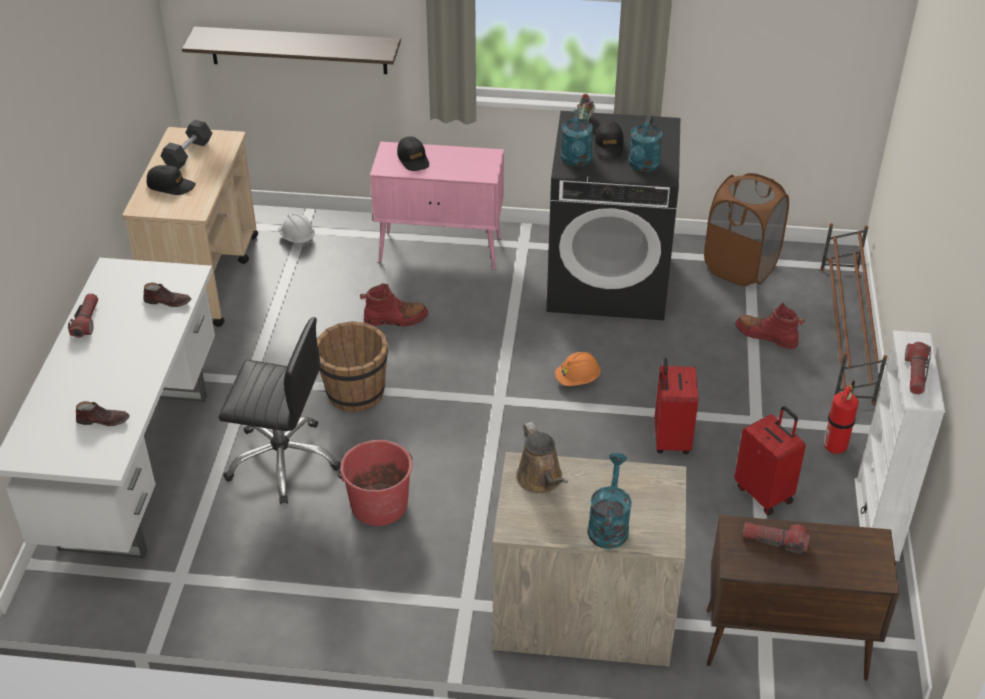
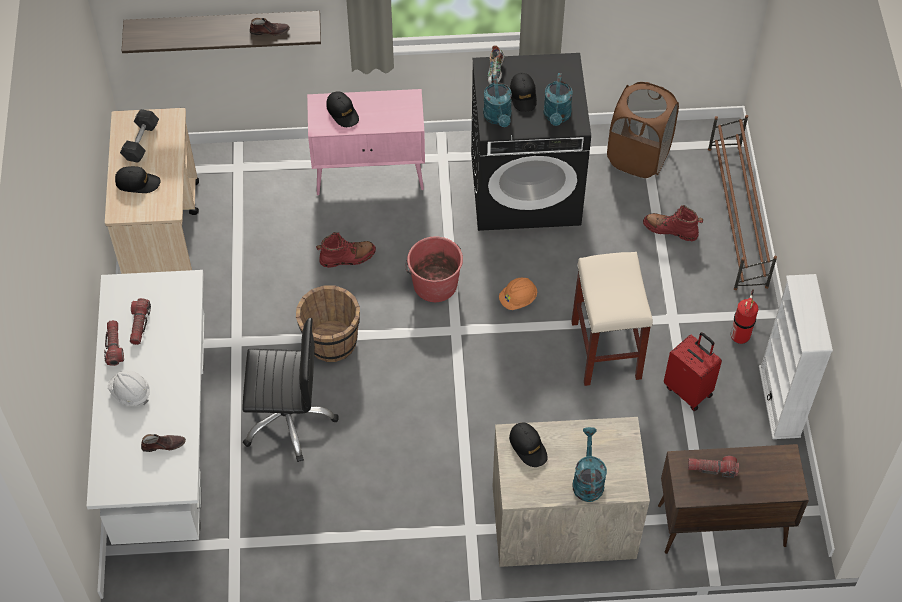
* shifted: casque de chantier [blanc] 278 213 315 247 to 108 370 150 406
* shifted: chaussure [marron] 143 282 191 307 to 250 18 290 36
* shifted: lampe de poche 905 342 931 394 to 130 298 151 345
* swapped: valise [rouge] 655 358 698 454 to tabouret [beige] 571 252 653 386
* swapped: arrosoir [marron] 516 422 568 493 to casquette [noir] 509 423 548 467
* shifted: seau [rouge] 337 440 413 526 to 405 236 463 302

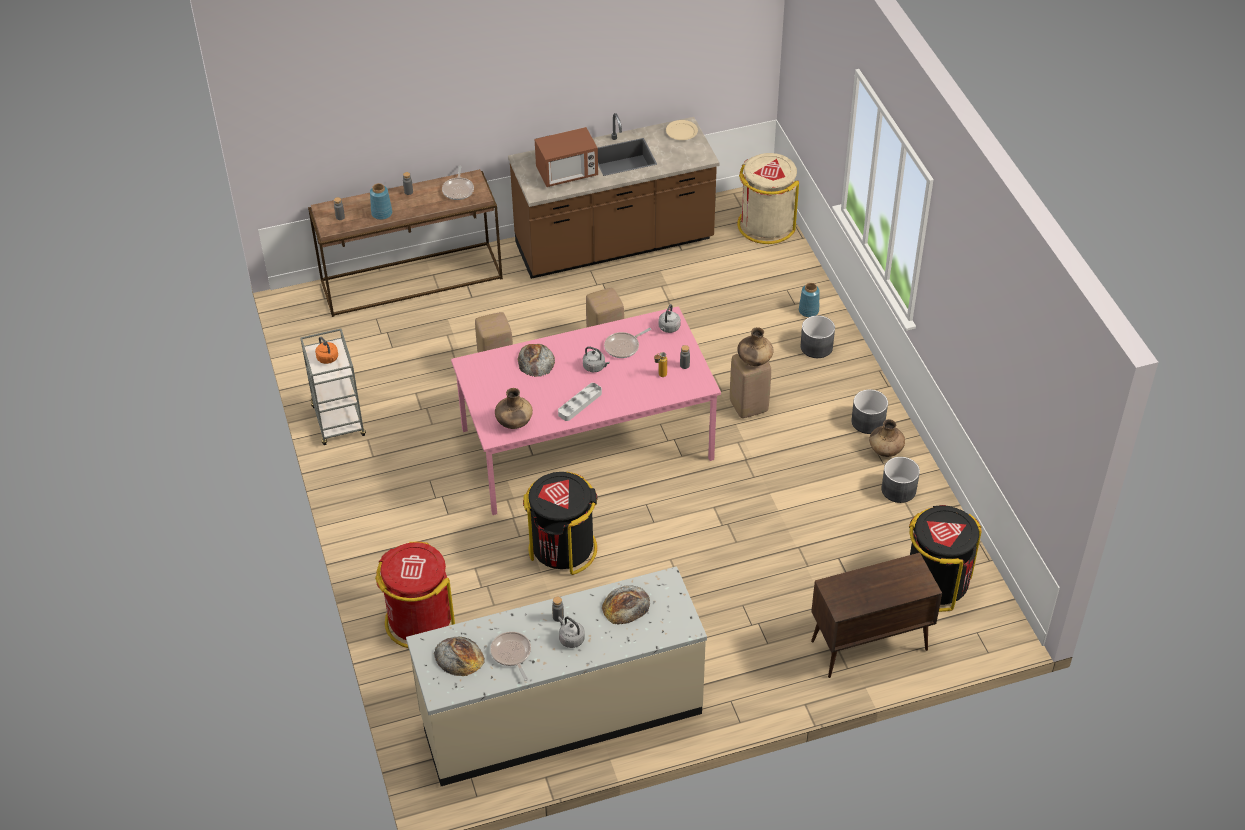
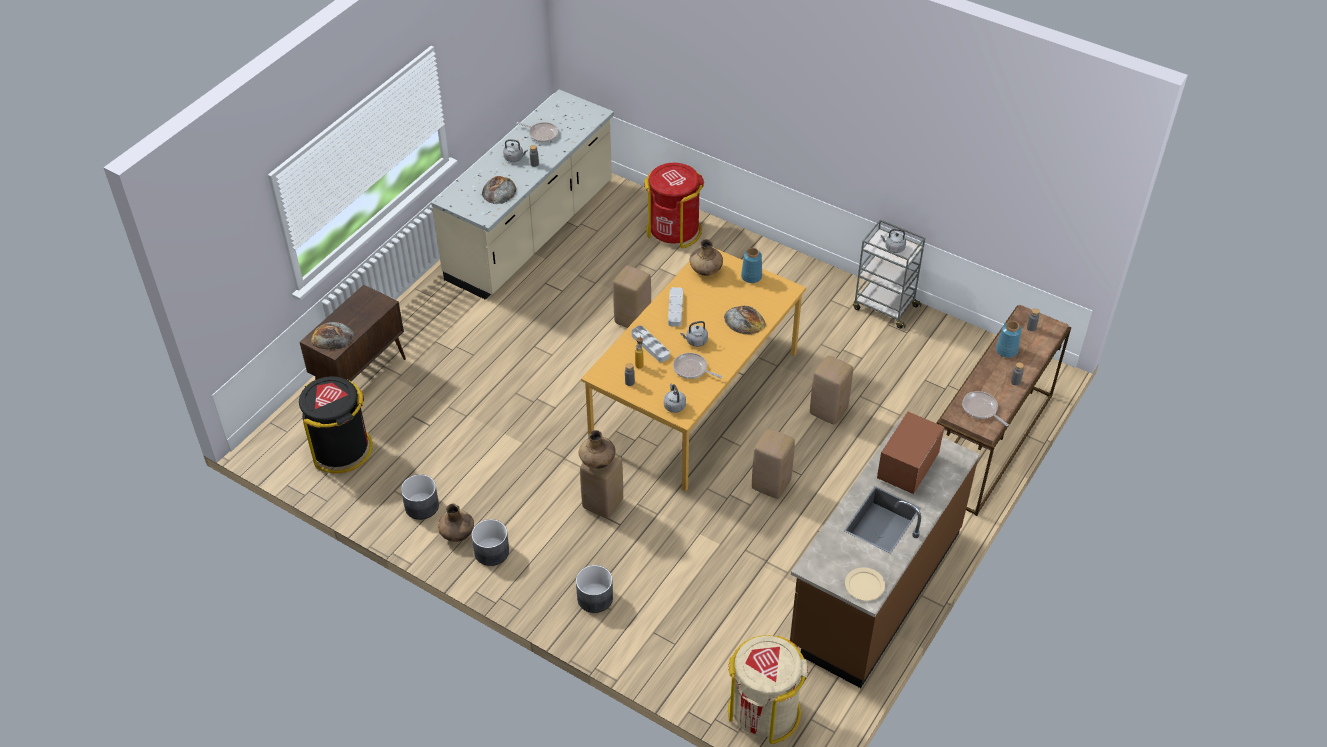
* shifted: vase [bleu] 799 283 820 317 to 741 248 762 283
* repainted: table à manger [rose] 451 306 721 515 to table à manger [orange] 581 247 806 492
* rotated: poêle 604 328 651 358 = 673 353 722 379 75 degrees counterclockwise
* repainted: bouilloire [orange] 315 337 338 364 to bouilloire [gris] 881 229 906 253
* swapped: poubelle [noir] 523 472 597 575 to tabouret [beige] 613 266 651 328
* shifted: pain 434 637 485 676 to 311 322 355 350
* new: plateau [gris] 631 326 670 362

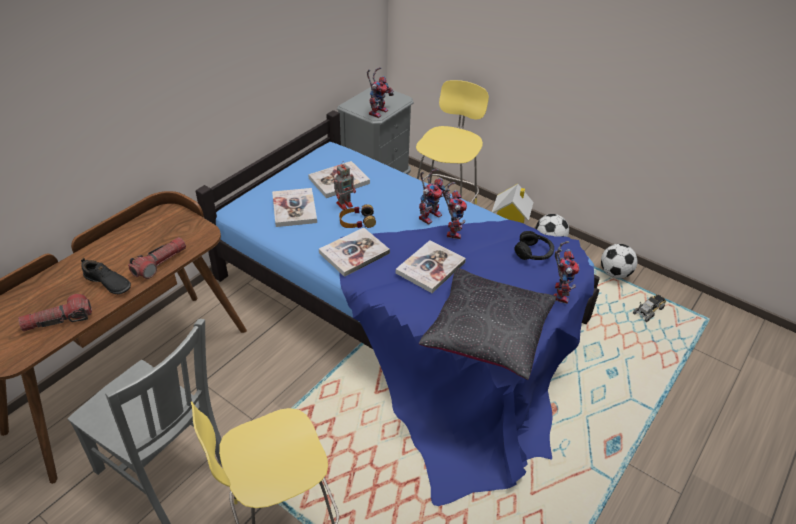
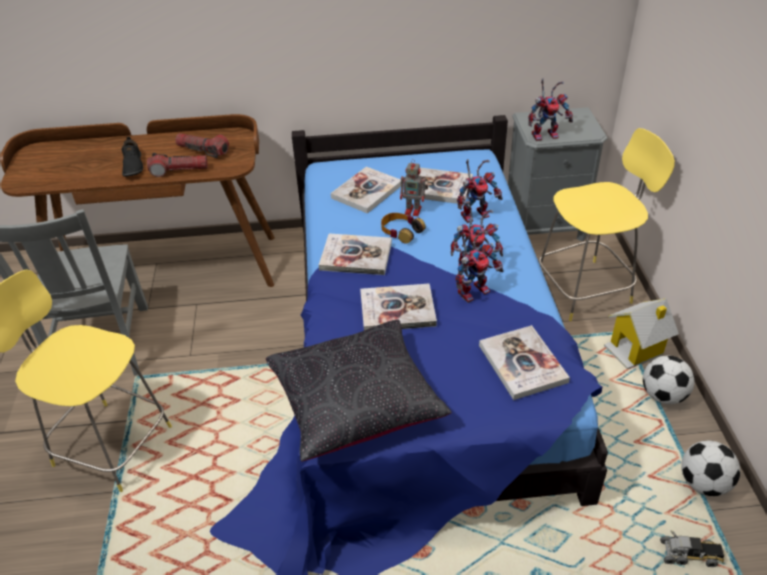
* swapped: casque audio [noir] 514 231 554 260 to livre 479 325 570 400
* shifted: robot jouet 554 241 580 304 to 457 159 503 223
* shifted: lampe de poche 18 294 92 331 to 175 133 229 158

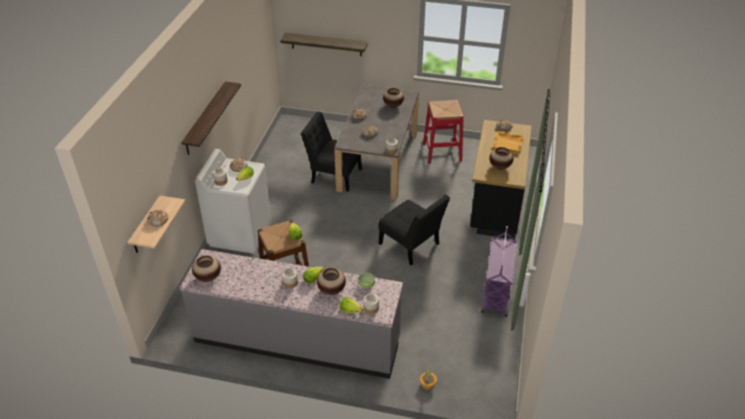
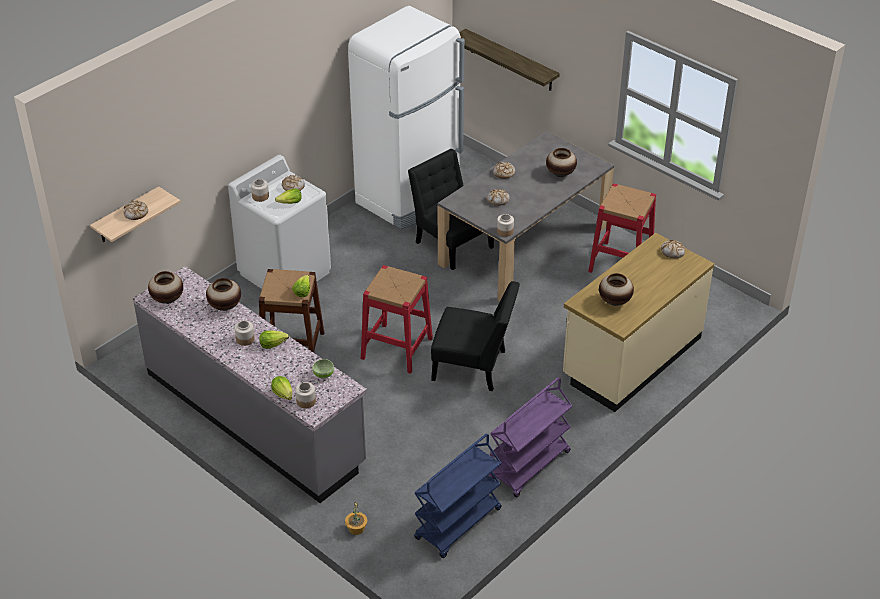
* gone: étagère 181 82 241 155
* repainted: comptoir de cuisine [noir] 470 120 532 239 to comptoir de cuisine [beige] 563 233 714 412
* gone: plateau [beige] 492 131 524 154
* rotated: chaise [noir] 378 195 450 266 = 431 281 520 391 60 degrees counterclockwise
* shifted: vase 317 268 346 295 to 206 278 241 311
* new: réfrigérateur [blanc] 348 6 465 229
* new: tabouret [rouge] 361 265 433 374
* new: chariot [bleu] 414 434 502 558

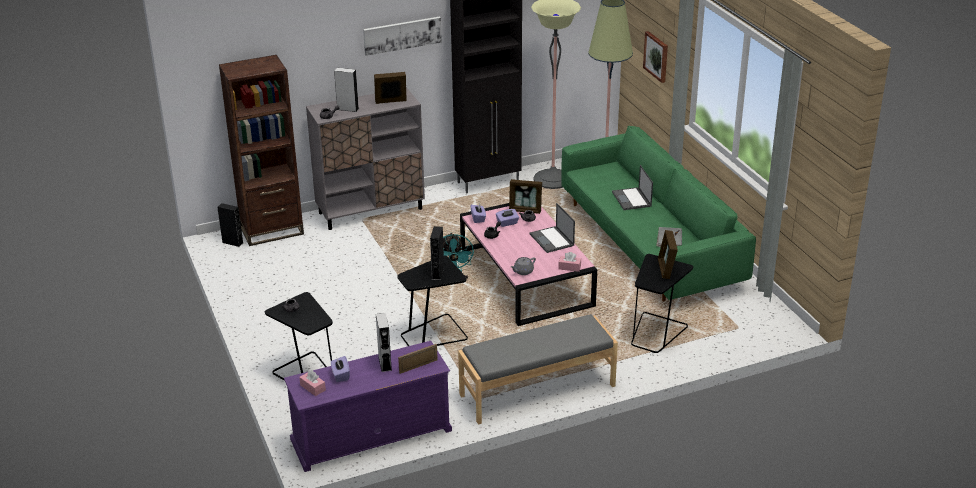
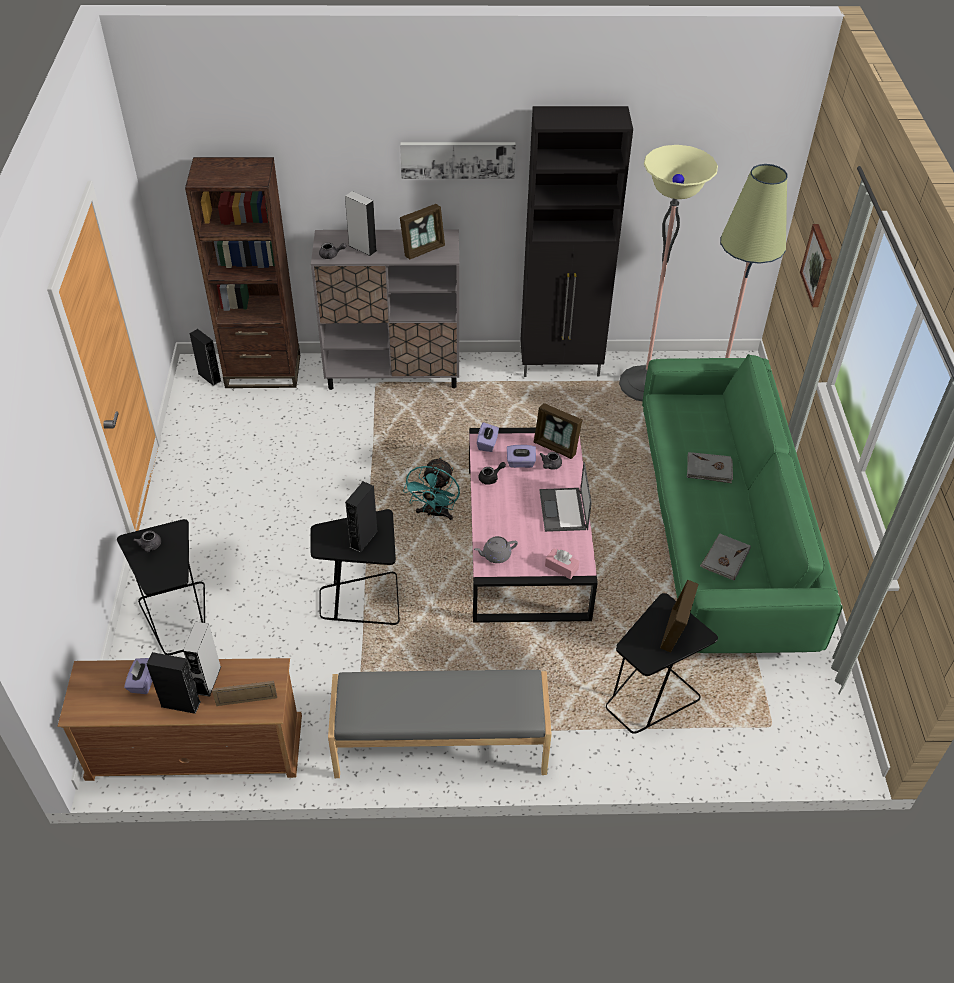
* rotated: cadre photo 374 72 407 104 = 400 204 445 259 135 degrees clockwise
* swapped: ordinateur portable 612 165 653 210 to livre [gris] 687 452 733 483
* repainted: meuble télé [violet] 284 341 452 472 to meuble télé [marron] 57 658 302 781
* gone: boîte à mouchoirs [rose] 299 370 326 396
* new: enceinte [noir] 147 652 201 714

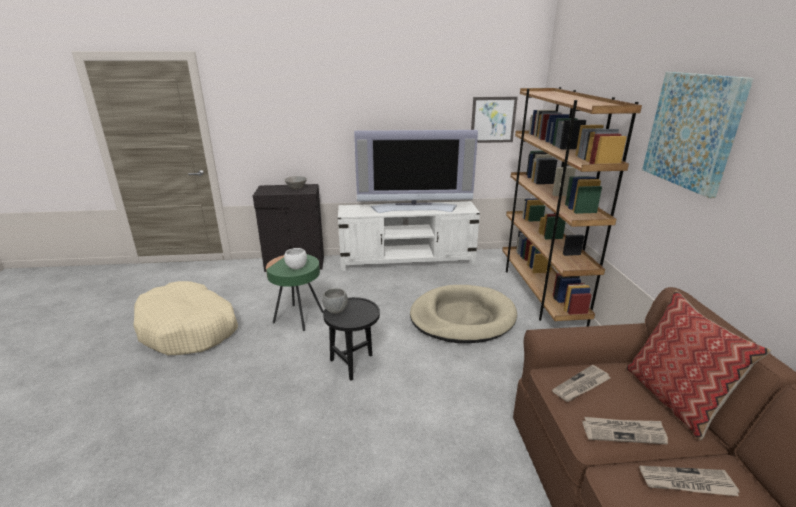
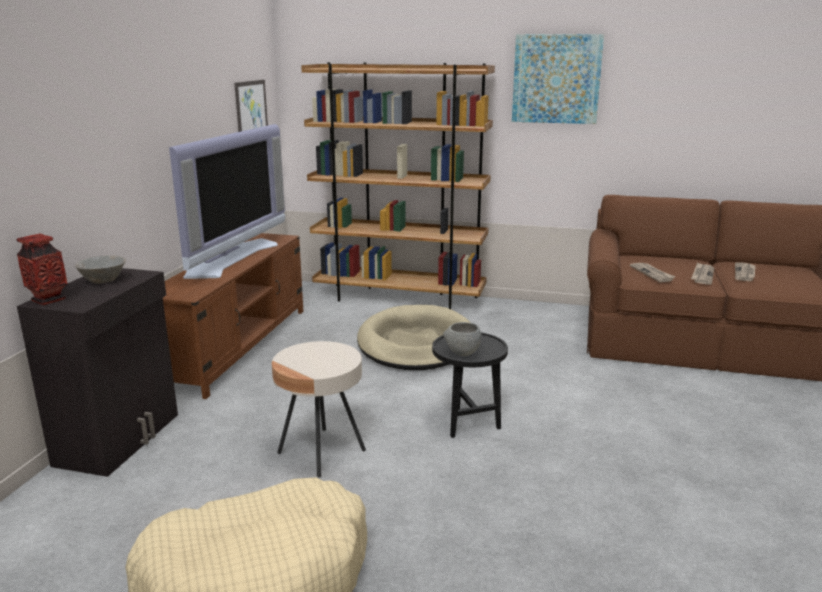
* repainted: meuble télé [blanc] 338 201 480 271 to meuble télé [marron] 163 233 303 399
* gone: bol [blanc] 284 248 307 270
* repainted: table d'appoint [vert] 266 254 324 331 to table d'appoint [beige] 272 341 366 477
* gone: coussin 626 290 772 440
* new: vase 17 234 68 305

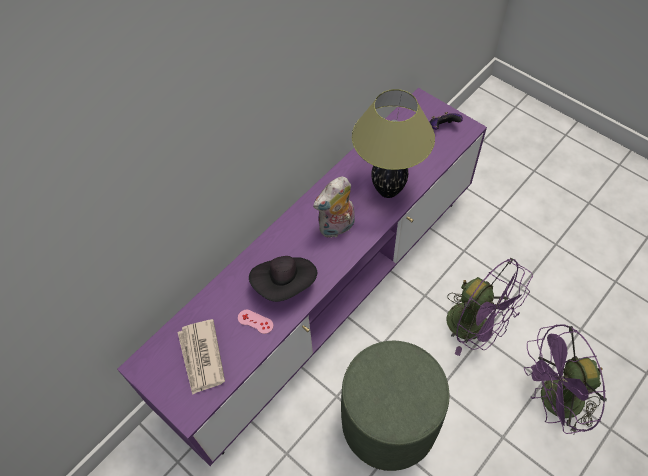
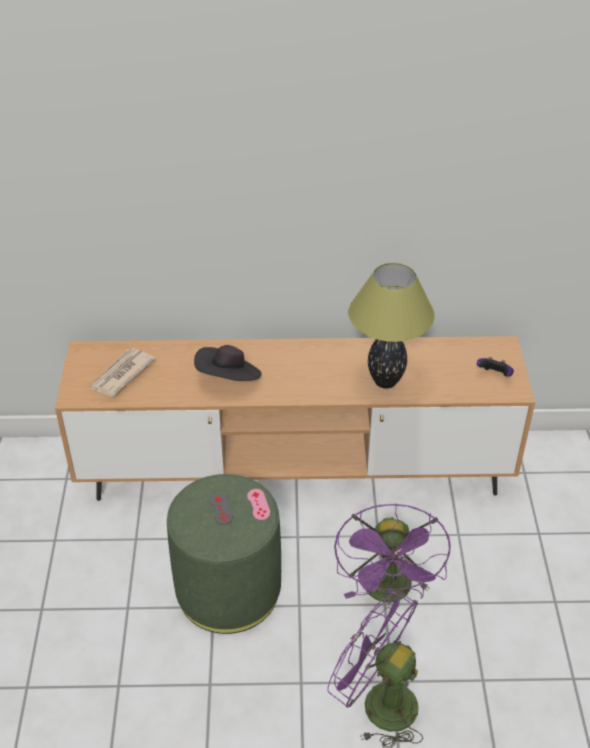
* repainted: meuble télé [violet] 117 88 487 466 to meuble télé [marron] 55 336 535 501
* gone: peluche 313 177 355 238
* shifted: manette [rose] 238 310 273 334 to 247 489 270 520
* new: manette [gris] 210 493 233 525

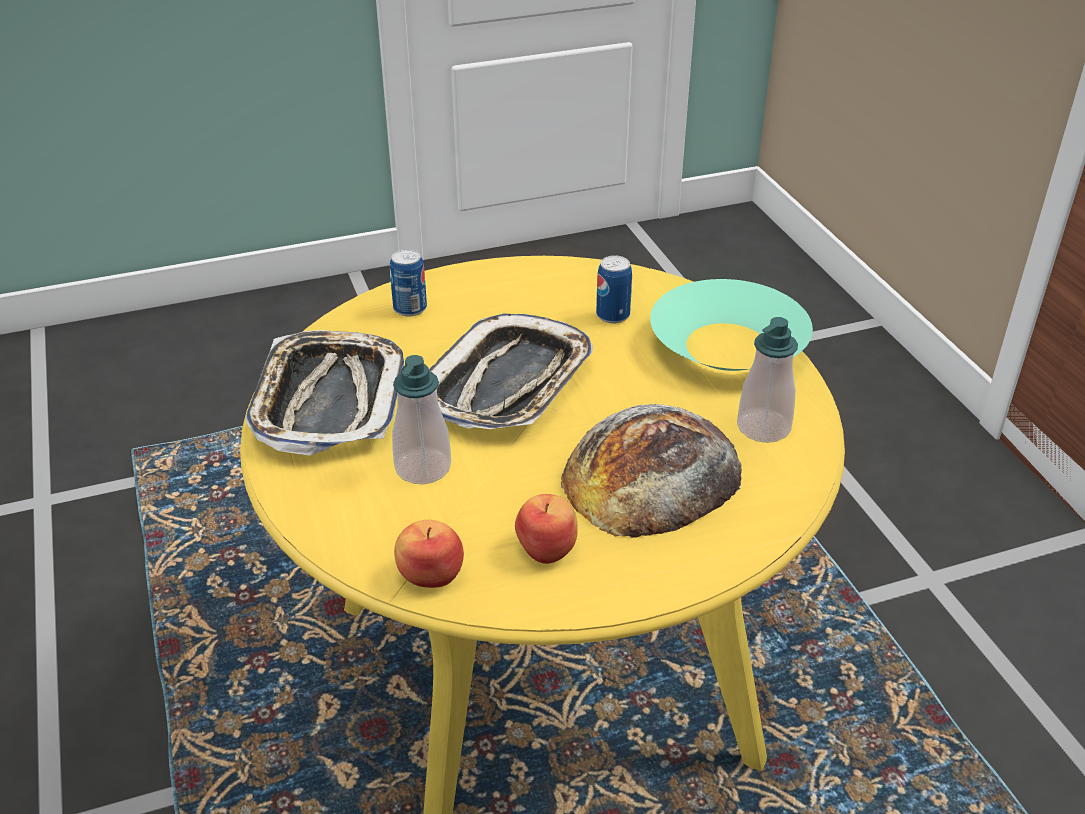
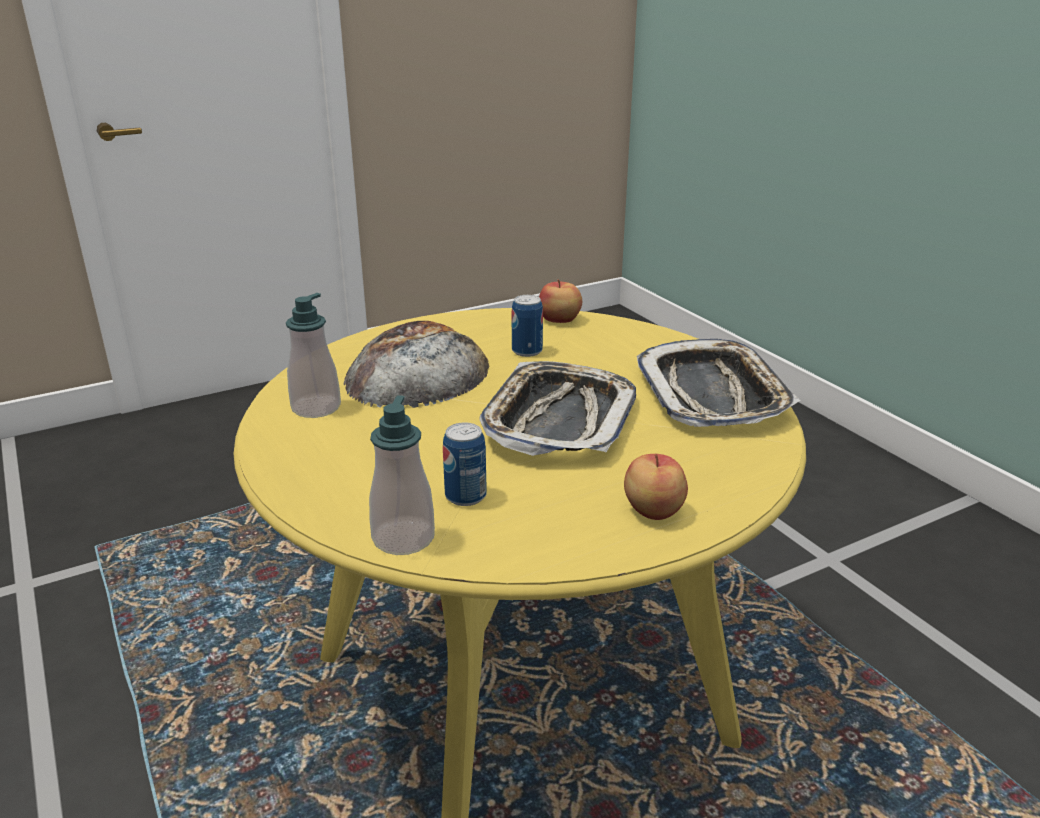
* shifted: boîte métallique 390 249 427 316 to 512 295 543 357
* gone: bol [turquoise] 650 279 813 371
* shifted: distributeur de savon 392 355 451 485 to 369 396 435 555
* shifted: pomme 515 494 578 564 to 624 453 688 520

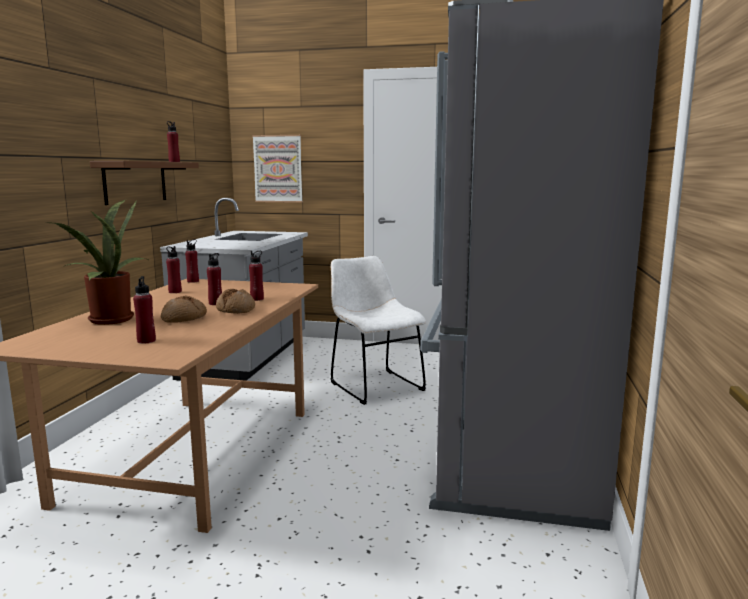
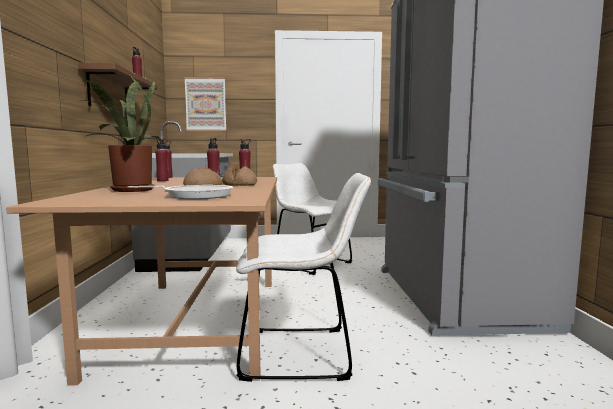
* swapped: bouteille [rouge] 133 276 156 344 to poêle 128 185 233 199
* new: chaise [blanc] 236 173 371 382

